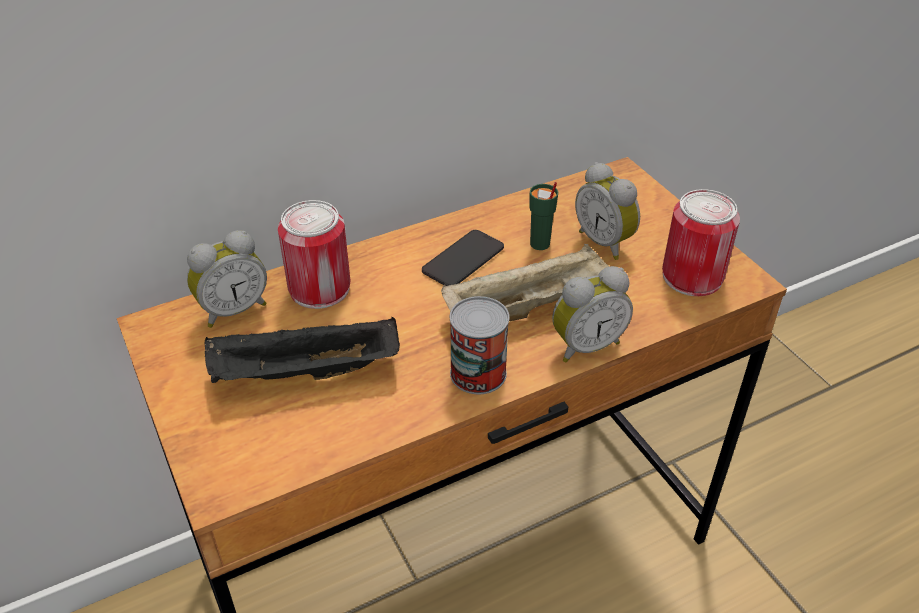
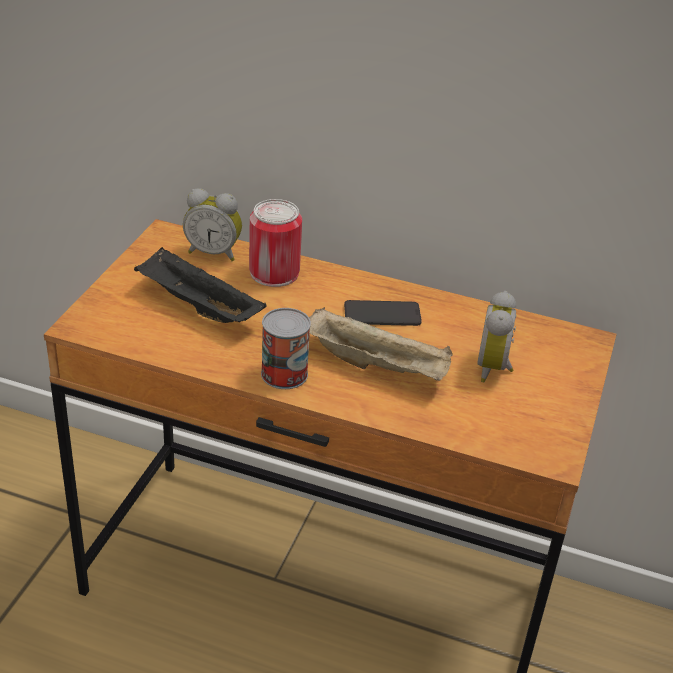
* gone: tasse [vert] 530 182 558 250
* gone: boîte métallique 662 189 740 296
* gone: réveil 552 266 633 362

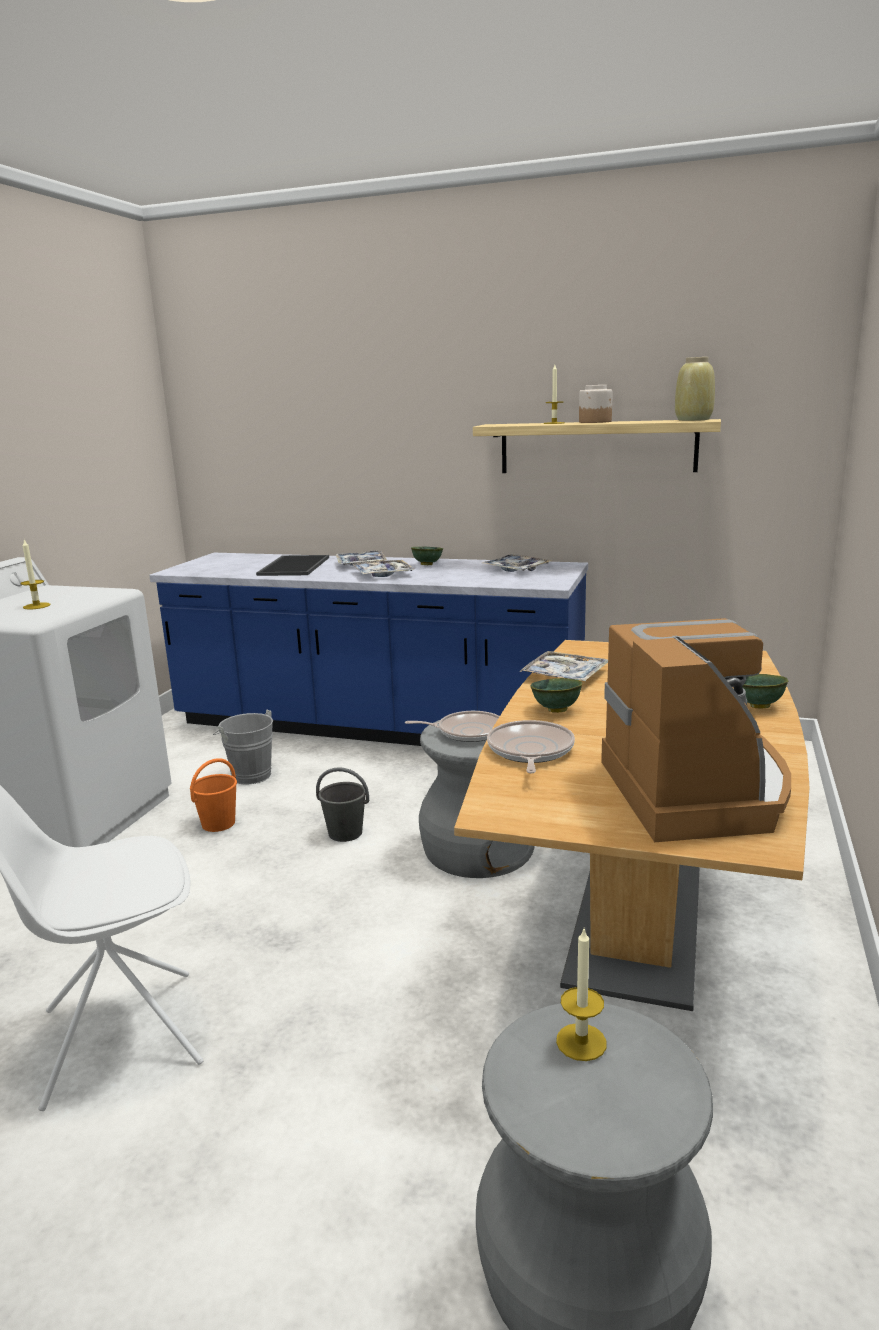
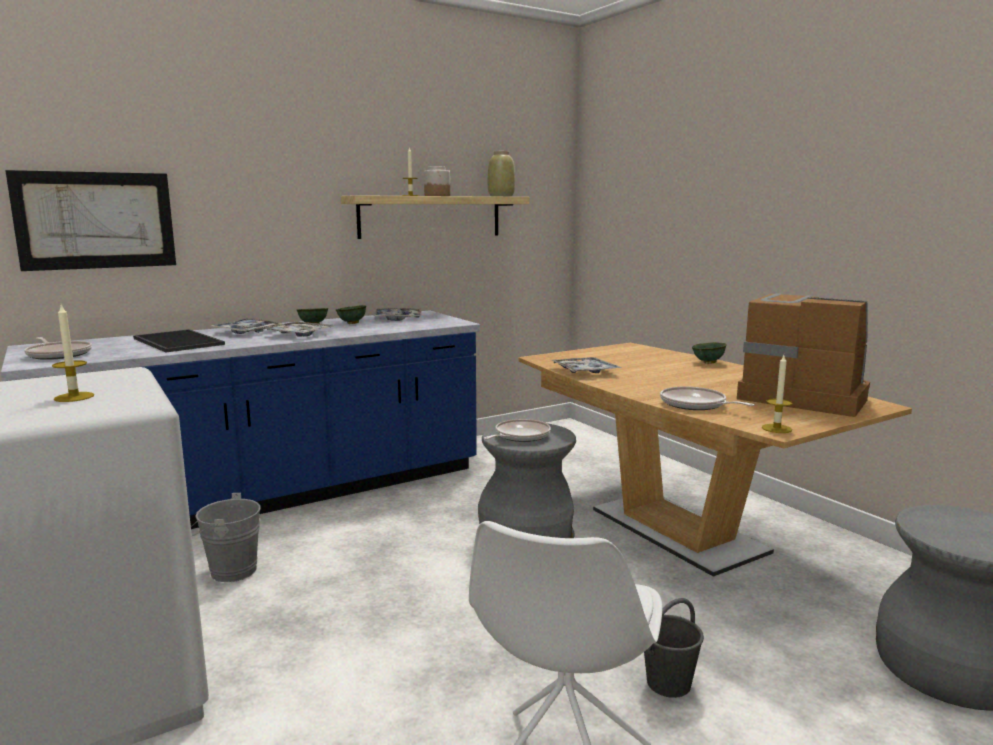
* shifted: bol [vert] 530 678 582 713 to 336 305 366 324
* gone: seau [orange] 190 758 237 832
* shifted: seau [gris] 316 767 369 842 to 644 598 704 698
* shifted: bougie 556 927 607 1061 to 762 355 793 433
* new: tableau 5 170 176 271
* new: poêle 24 337 92 360

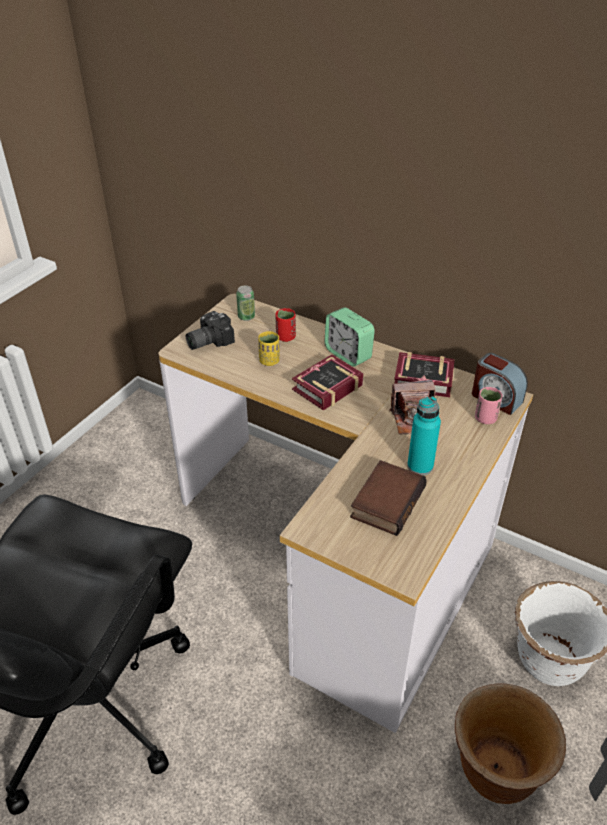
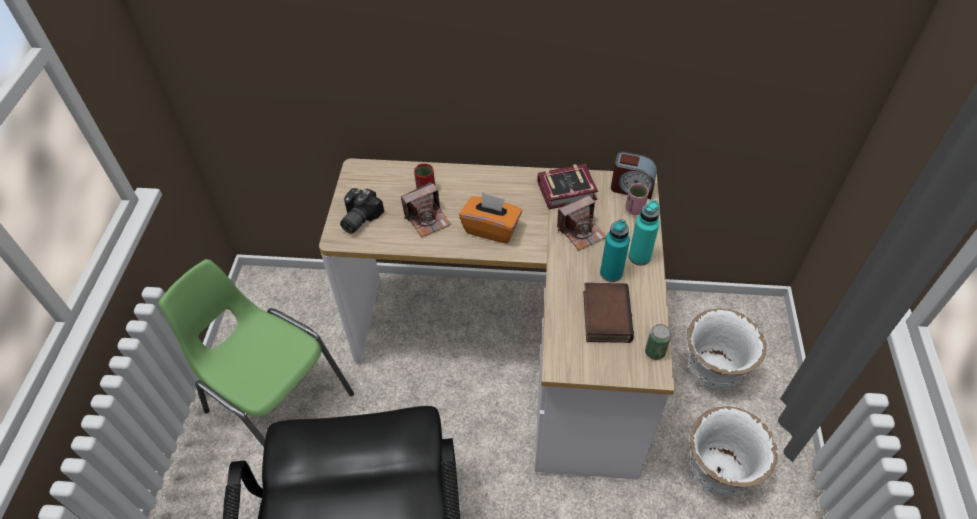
* shifted: boîte métallique 236 285 255 321 to 645 324 671 360
* gone: réveil 324 307 375 367
* swapped: tasse [jaune] 258 331 280 366 to appareil photo 401 182 451 238
* swapped: livre 292 354 363 410 to boîte à mouchoirs [orange] 459 192 522 244
* repainted: cache-pot [marron] 455 684 566 804 to cache-pot [blanc] 690 406 778 496
* new: bouteille [turquoise] 629 200 660 266
* new: chaise [vert] 159 259 354 447

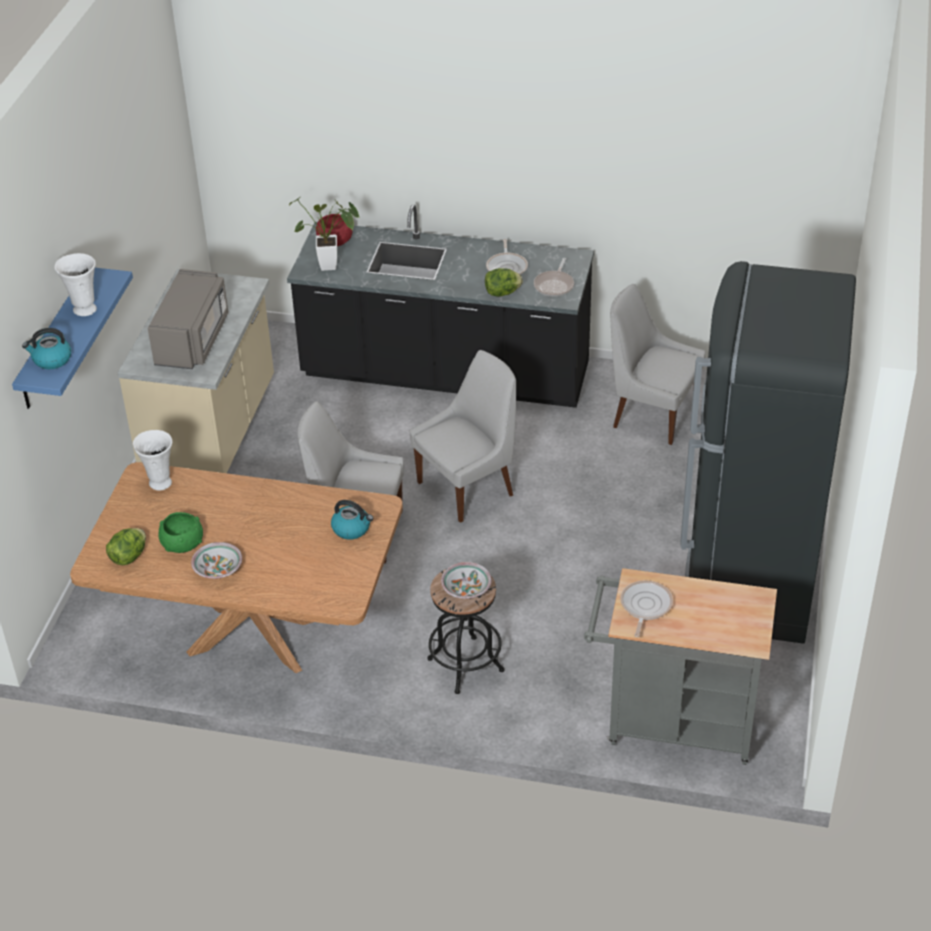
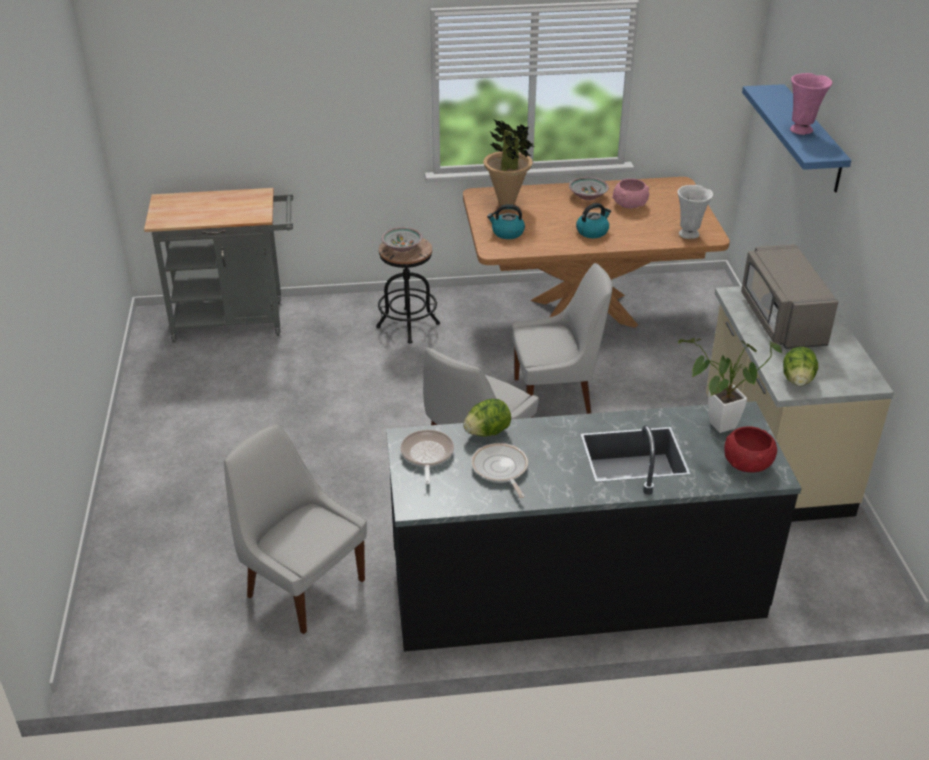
* repainted: vase [blanc] 54 253 97 316 to vase [rose] 790 73 832 135
* gone: réfrigérateur [noir] 680 261 856 644
* rotated: chaise [blanc] 610 284 705 445 = 224 424 367 634 150 degrees counterclockwise
* shifted: bouilloire 22 328 71 369 to 576 203 611 238
* repainted: bol [vert] 158 512 203 553 to bol [rose] 612 179 649 208
* shifted: laitue 106 528 146 565 to 783 347 818 386
* gone: poêle 620 580 673 637
* new: plante en pot 483 119 534 206

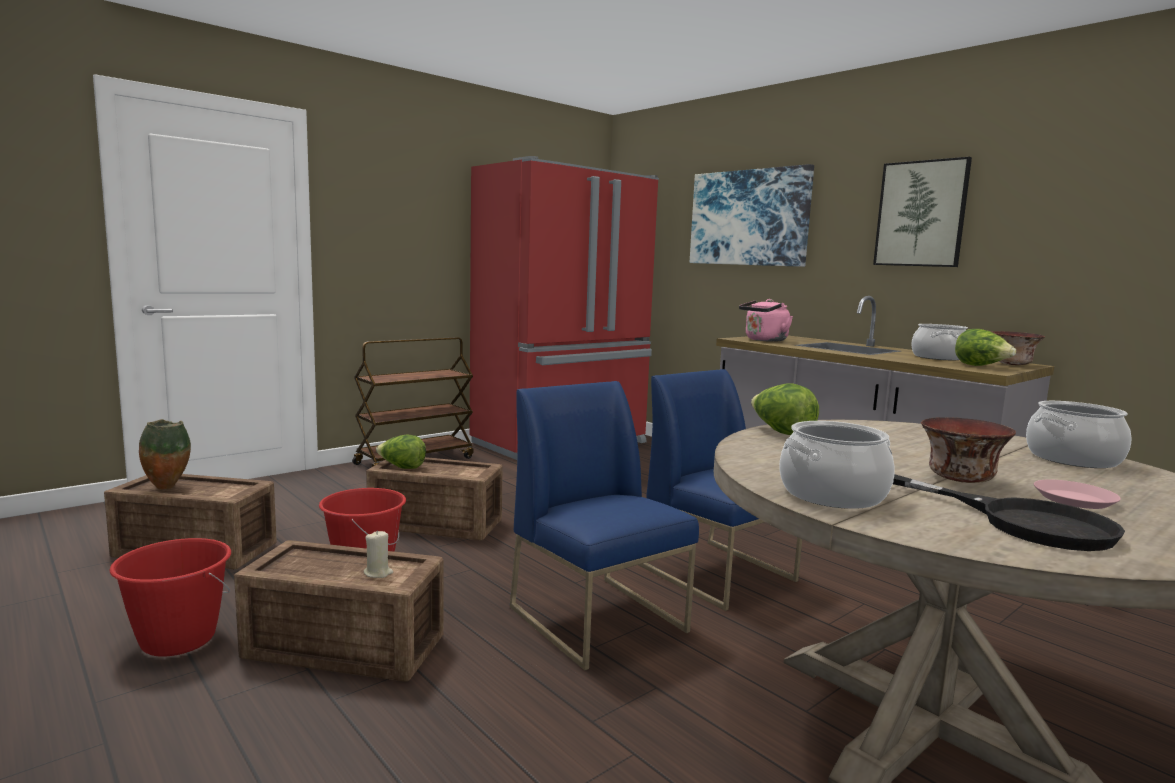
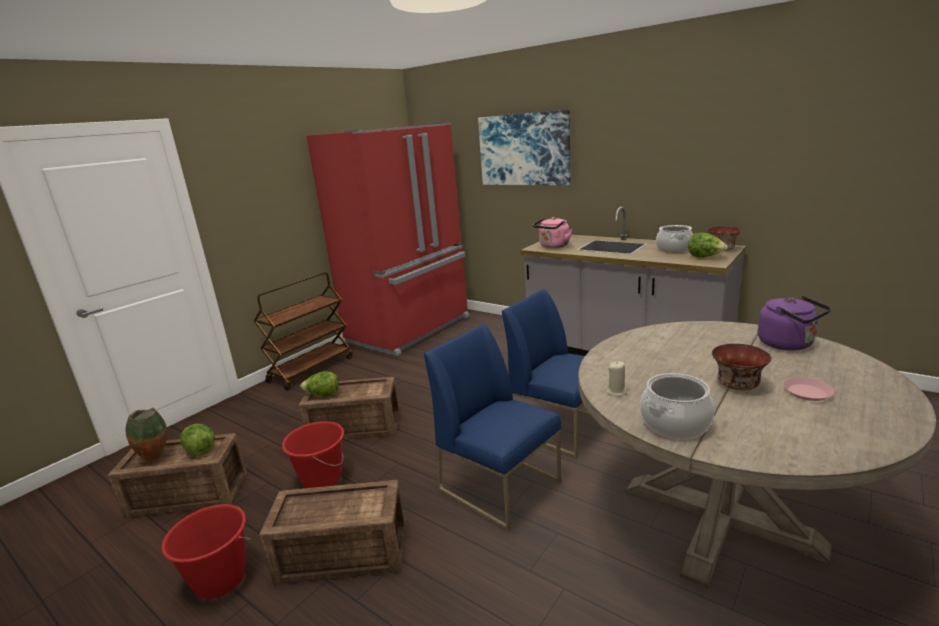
* gone: tableau 873 157 972 267
* shifted: laitue 751 383 819 435 to 180 424 215 456
* swapped: marmite 1026 401 1132 468 to bouilloire [violet] 758 296 831 351
* gone: poêle [noir] 893 474 1125 551
* shifted: bougie [beige] 364 530 393 578 to 607 361 627 396

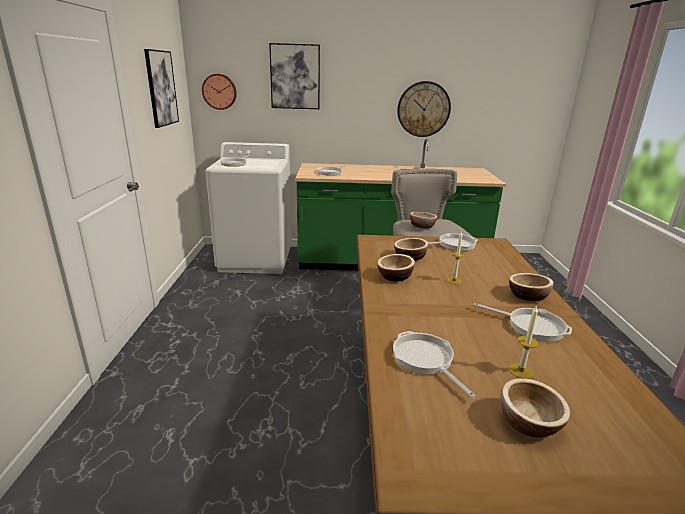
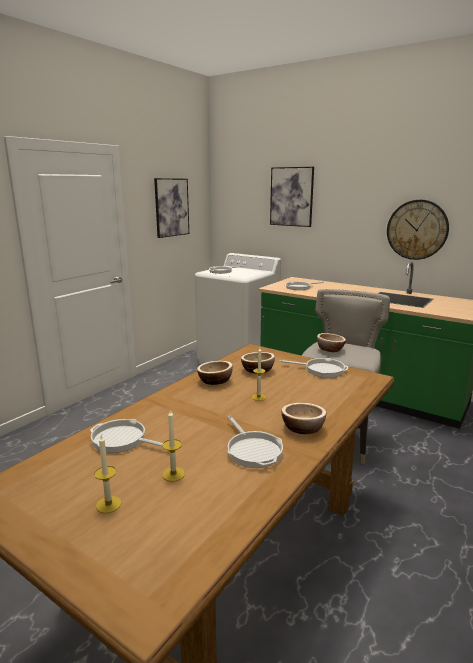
* gone: horloge murale 202 74 237 110
* rotated: poêle 393 331 476 399 = 90 419 163 453 75 degrees counterclockwise
* swapped: bol 501 378 570 438 to bougie 94 435 122 513

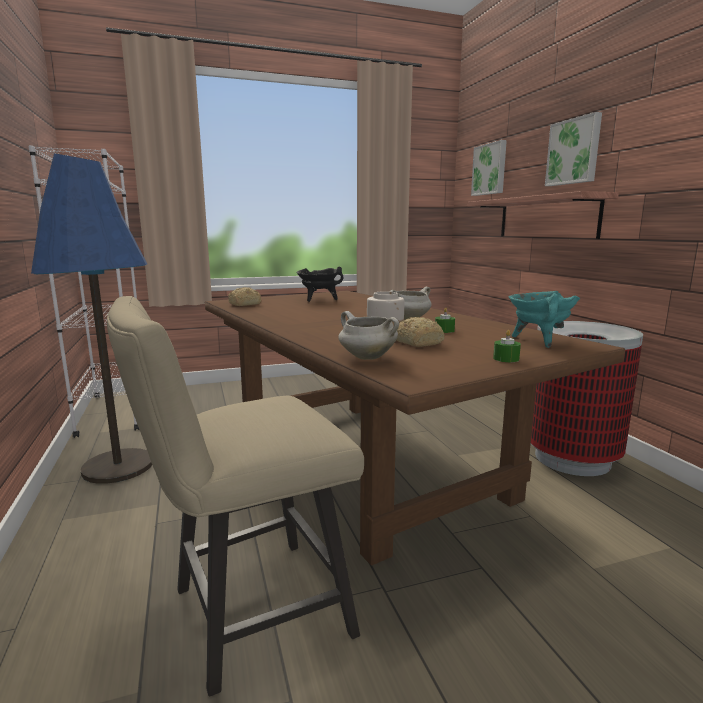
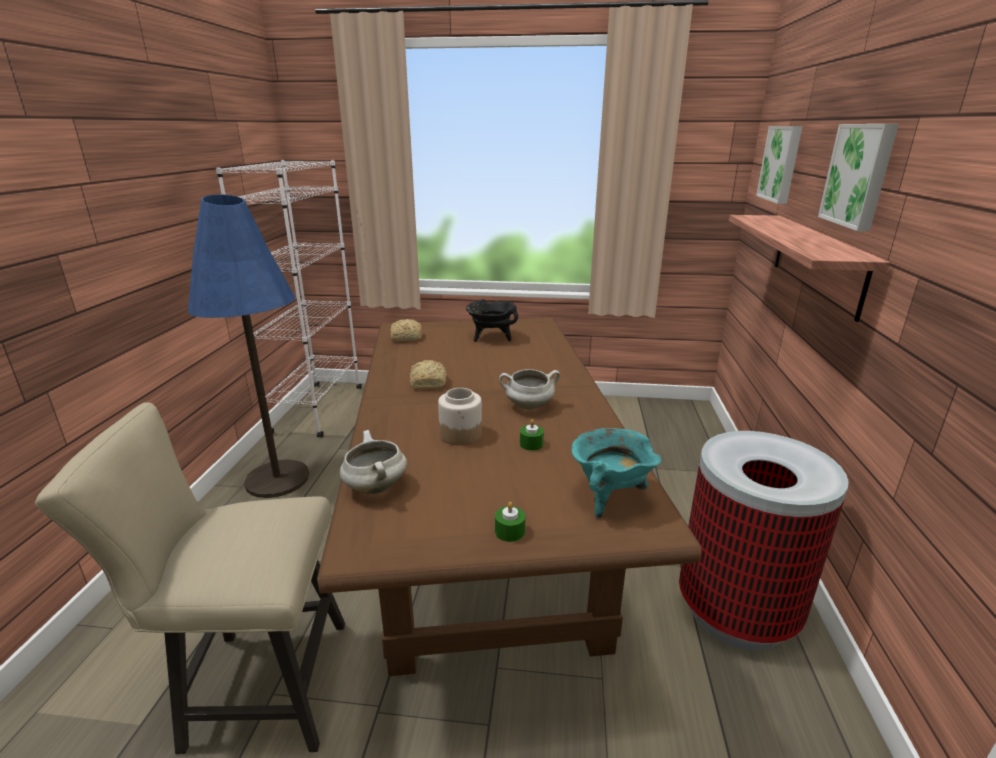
* shifted: pain 396 317 445 347 to 410 360 446 389

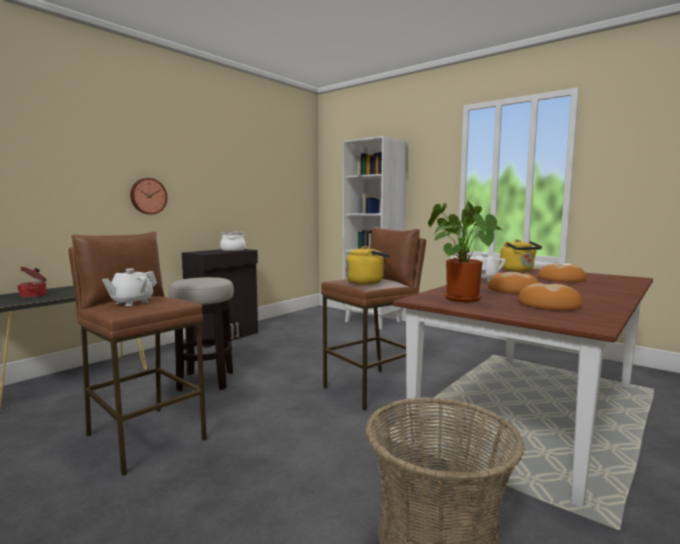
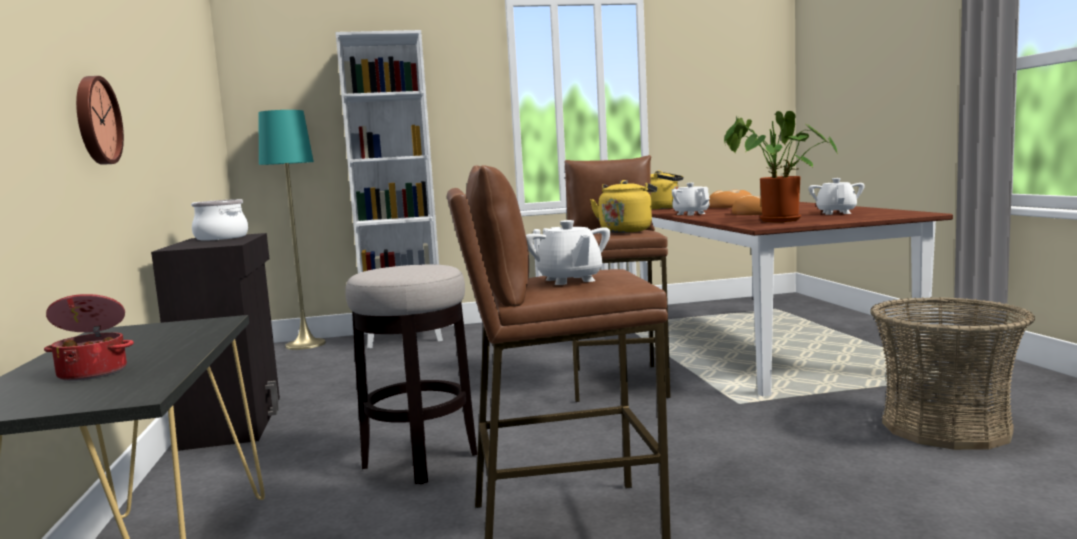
* swapped: pain 518 283 582 310 to théière [blanc] 809 178 865 215
* new: lampadaire [turquoise] 258 110 326 350

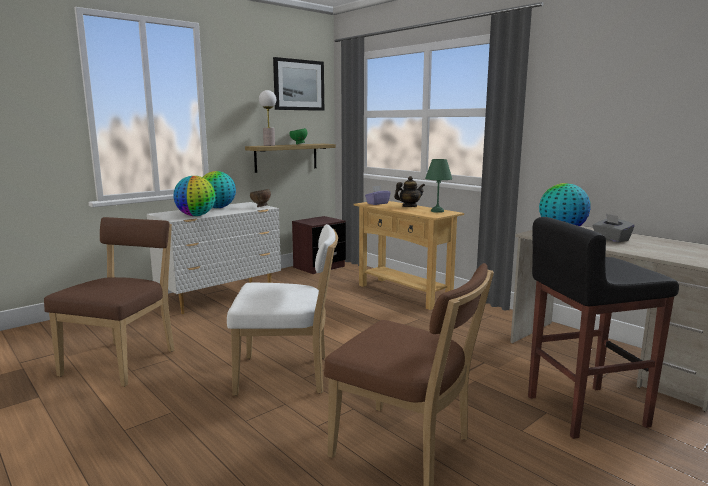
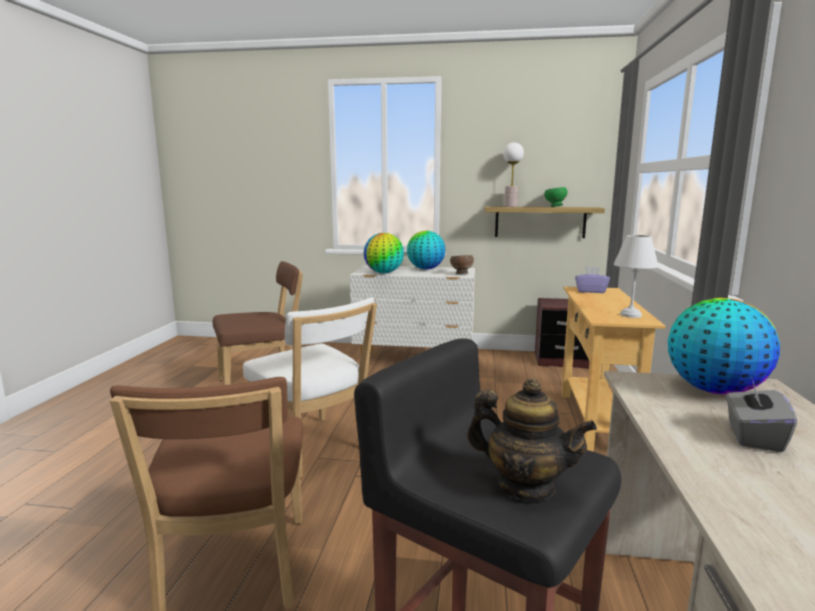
* gone: tableau 273 57 324 111
* repainted: lampe de table [vert] 425 159 452 213 to lampe de table [blanc] 614 235 659 318
* shifted: théière 394 176 425 207 to 467 378 597 501

